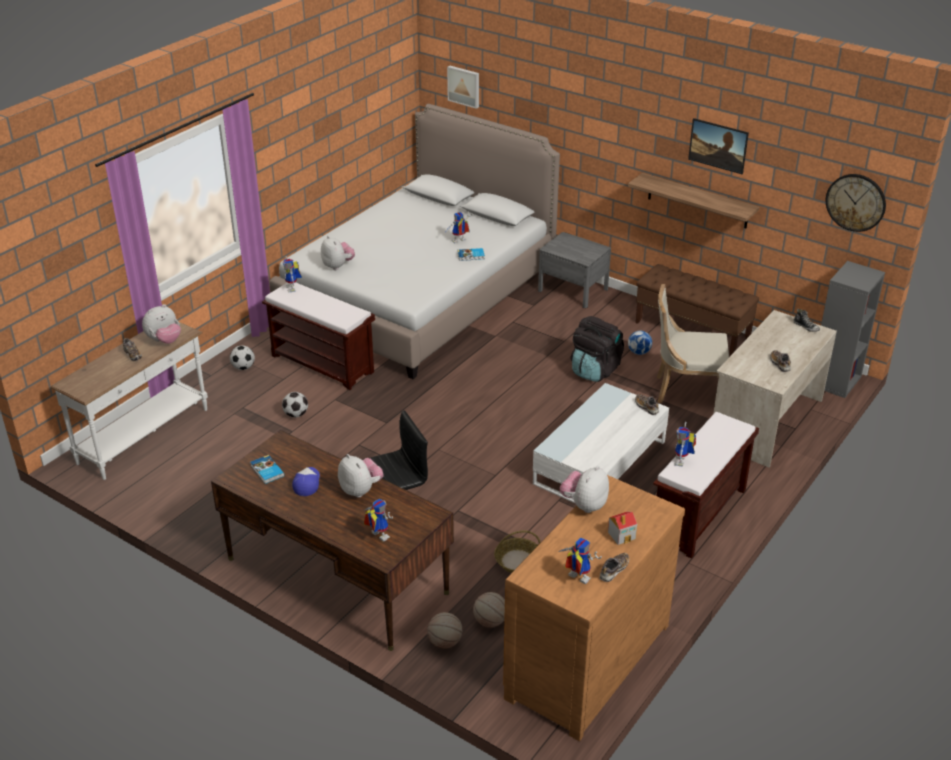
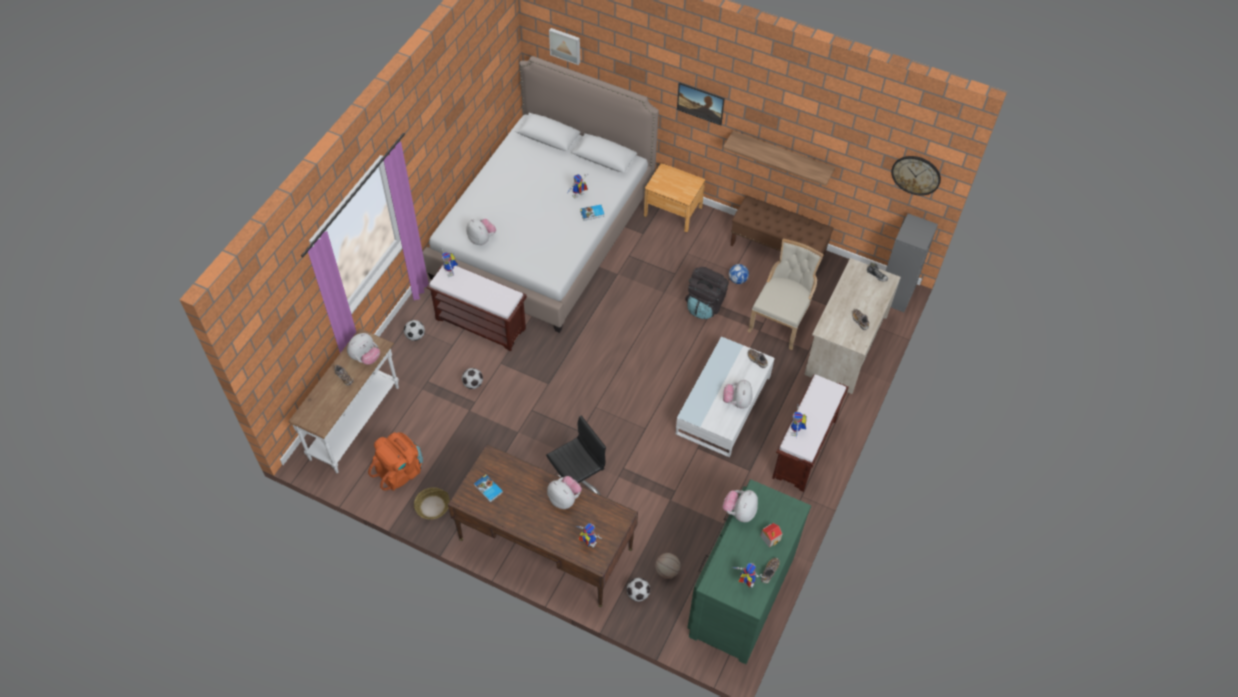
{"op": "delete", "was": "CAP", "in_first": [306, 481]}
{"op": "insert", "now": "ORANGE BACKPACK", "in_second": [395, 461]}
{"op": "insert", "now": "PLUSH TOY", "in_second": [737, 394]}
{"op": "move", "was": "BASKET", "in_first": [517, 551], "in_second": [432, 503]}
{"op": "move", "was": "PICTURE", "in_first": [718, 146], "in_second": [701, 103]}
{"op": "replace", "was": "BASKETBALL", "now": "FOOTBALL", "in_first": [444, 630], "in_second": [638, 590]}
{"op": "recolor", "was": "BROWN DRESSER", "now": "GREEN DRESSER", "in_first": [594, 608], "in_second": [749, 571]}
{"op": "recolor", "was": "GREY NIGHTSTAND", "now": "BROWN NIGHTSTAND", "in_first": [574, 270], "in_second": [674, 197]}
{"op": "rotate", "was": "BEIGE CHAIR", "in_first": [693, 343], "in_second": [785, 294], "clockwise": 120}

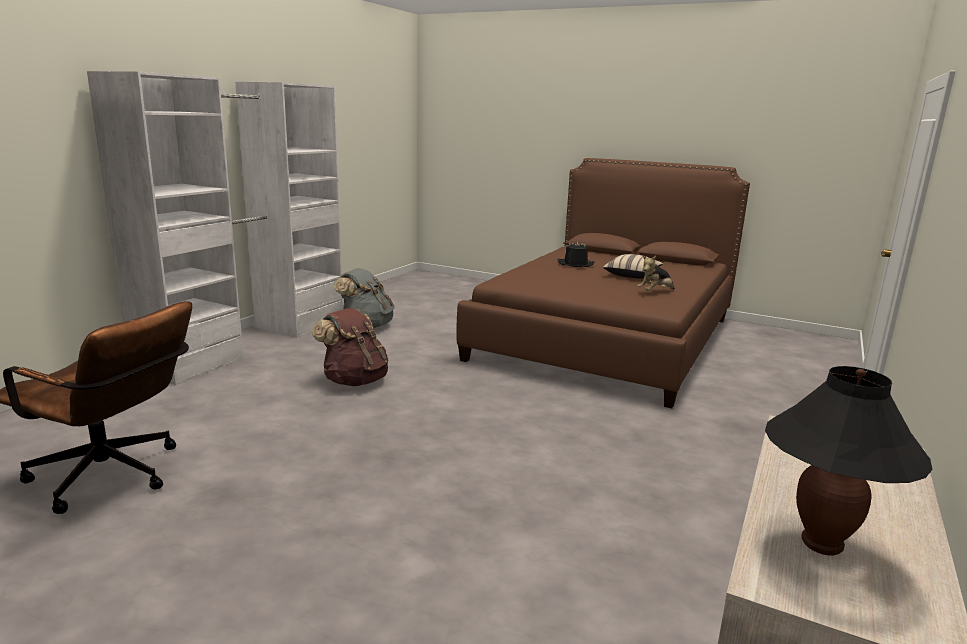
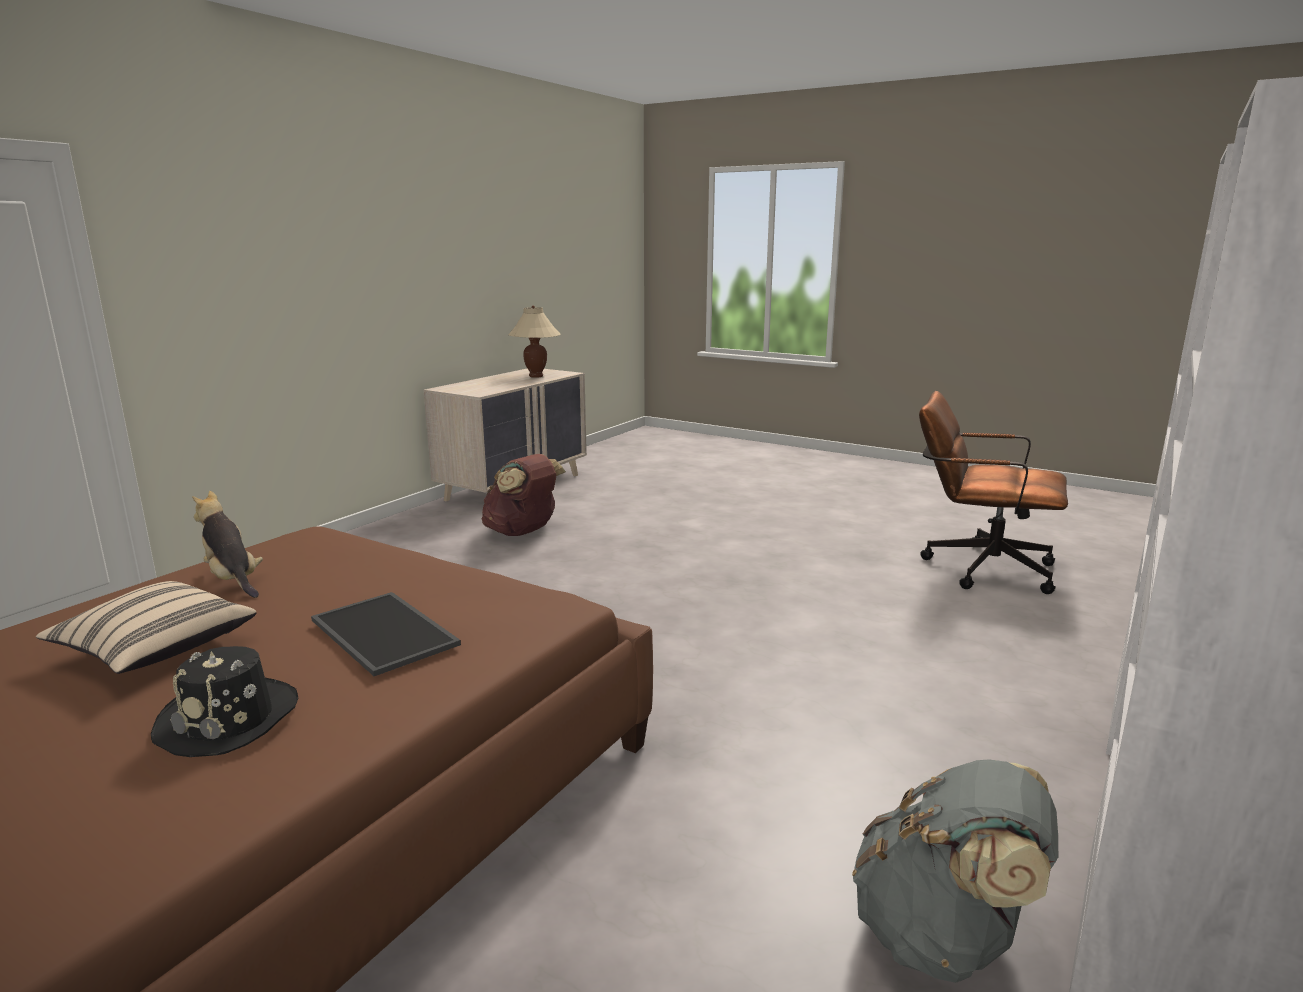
{"op": "insert", "now": "TRAY", "in_second": [386, 634]}
{"op": "move", "was": "BROWN BACKPACK", "in_first": [350, 347], "in_second": [524, 495]}
{"op": "recolor", "was": "BLACK TABLE LAMP", "now": "BEIGE TABLE LAMP", "in_first": [849, 461], "in_second": [534, 341]}
{"op": "rotate", "was": "PLUSH TOY", "in_first": [656, 273], "in_second": [227, 544], "clockwise": -105}

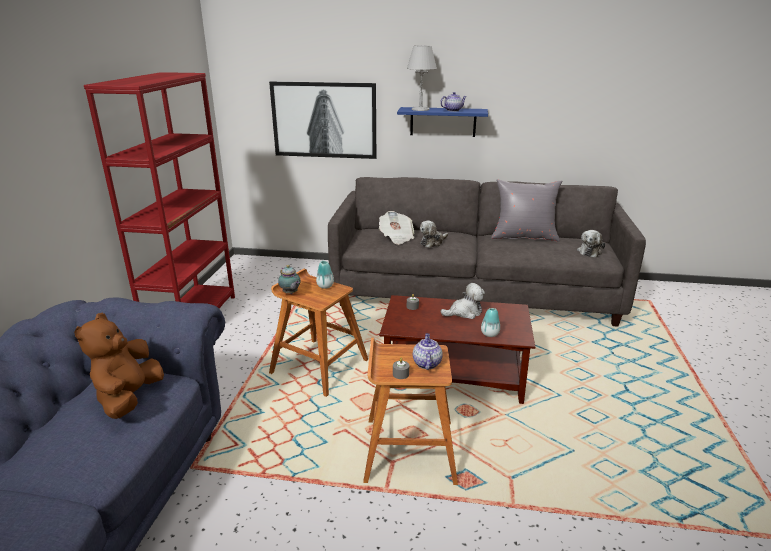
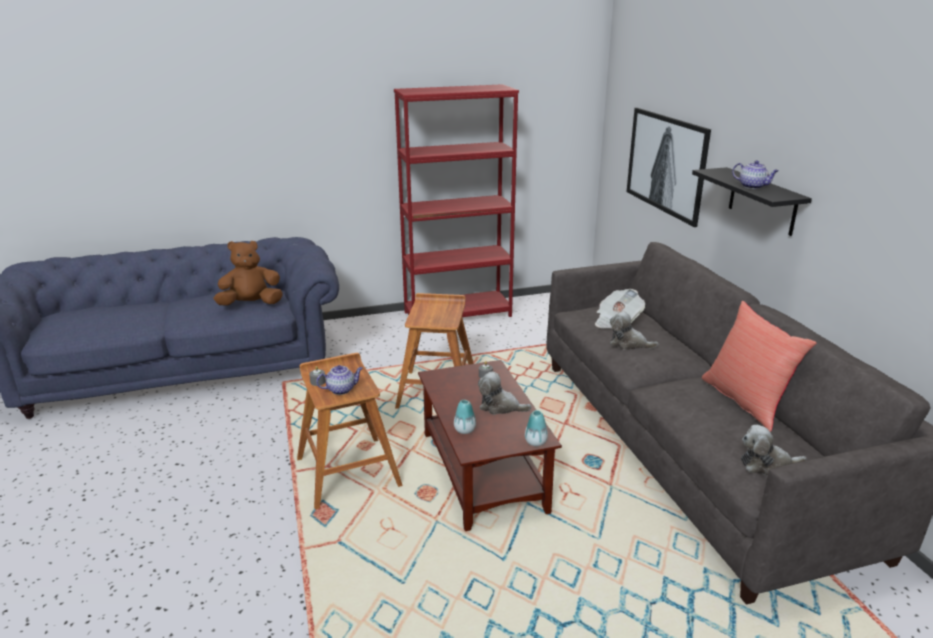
{"op": "delete", "was": "TEAPOT", "in_first": [289, 279]}
{"op": "delete", "was": "GREY TABLE LAMP", "in_first": [422, 78]}
{"op": "move", "was": "VASE", "in_first": [325, 275], "in_second": [536, 428]}
{"op": "recolor", "was": "BLUE SHELF", "now": "BLACK SHELF", "in_first": [442, 122], "in_second": [752, 201]}
{"op": "recolor", "was": "GREY PILLOW", "now": "RED PILLOW", "in_first": [527, 210], "in_second": [759, 366]}
{"op": "rotate", "was": "PLUSH TOY", "in_first": [462, 301], "in_second": [505, 393], "clockwise": 150}

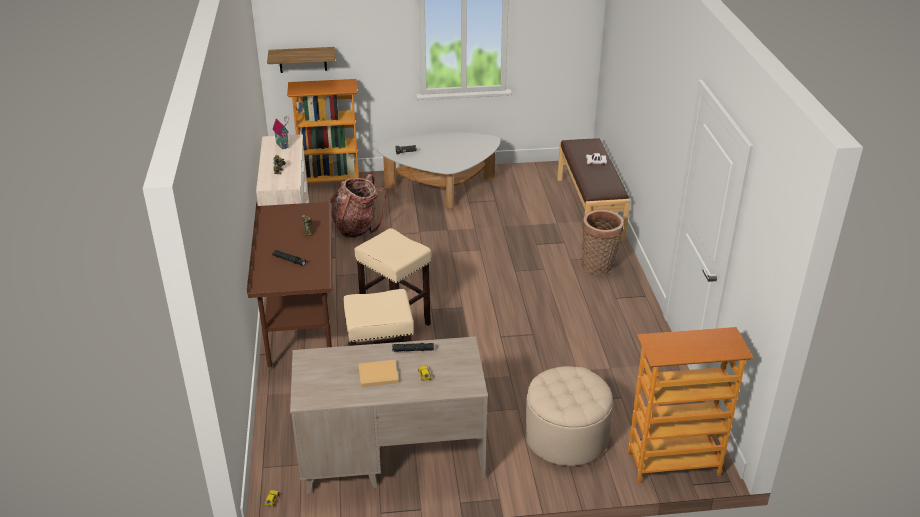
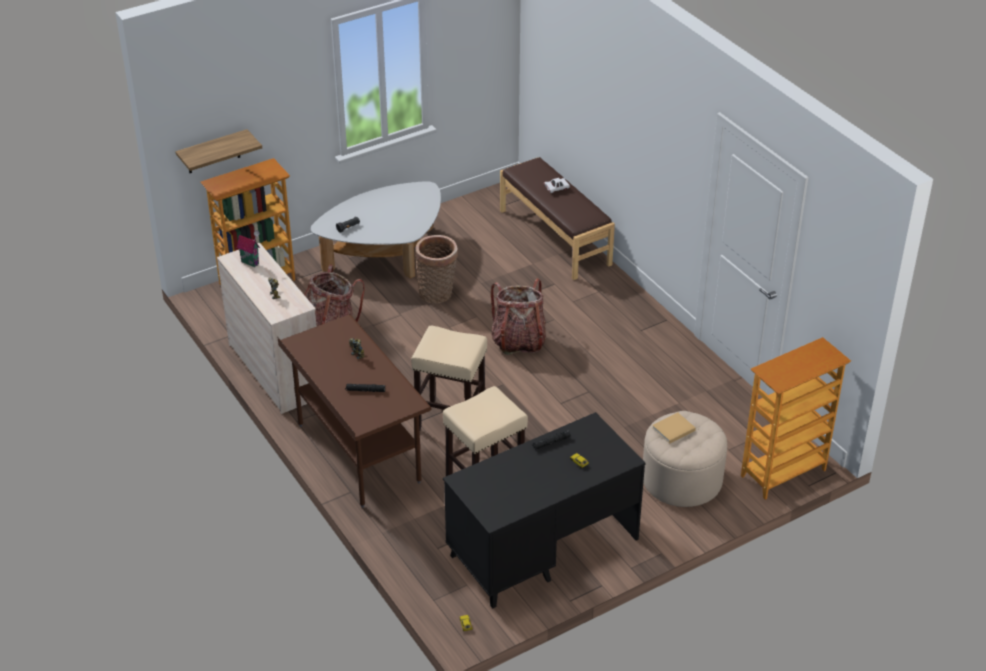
{"op": "insert", "now": "BACKPACK", "in_second": [518, 316]}
{"op": "move", "was": "BEIGE BOOK", "in_first": [378, 373], "in_second": [674, 428]}
{"op": "move", "was": "BASKET", "in_first": [603, 242], "in_second": [436, 269]}
{"op": "recolor", "was": "BEIGE DESK", "now": "BLACK DESK", "in_first": [389, 415], "in_second": [544, 510]}

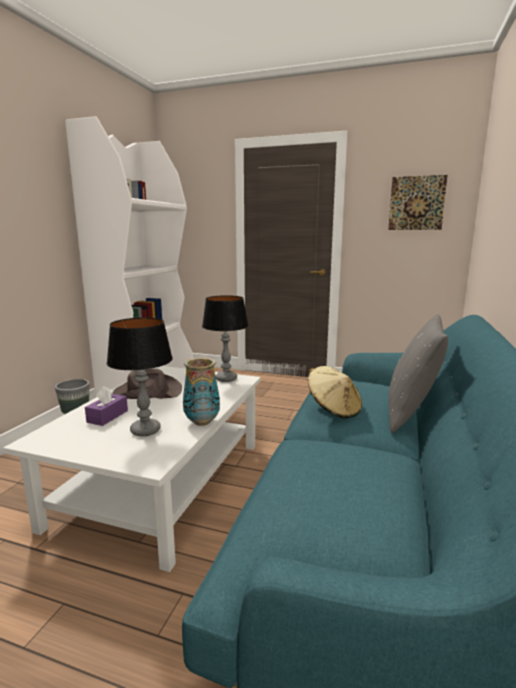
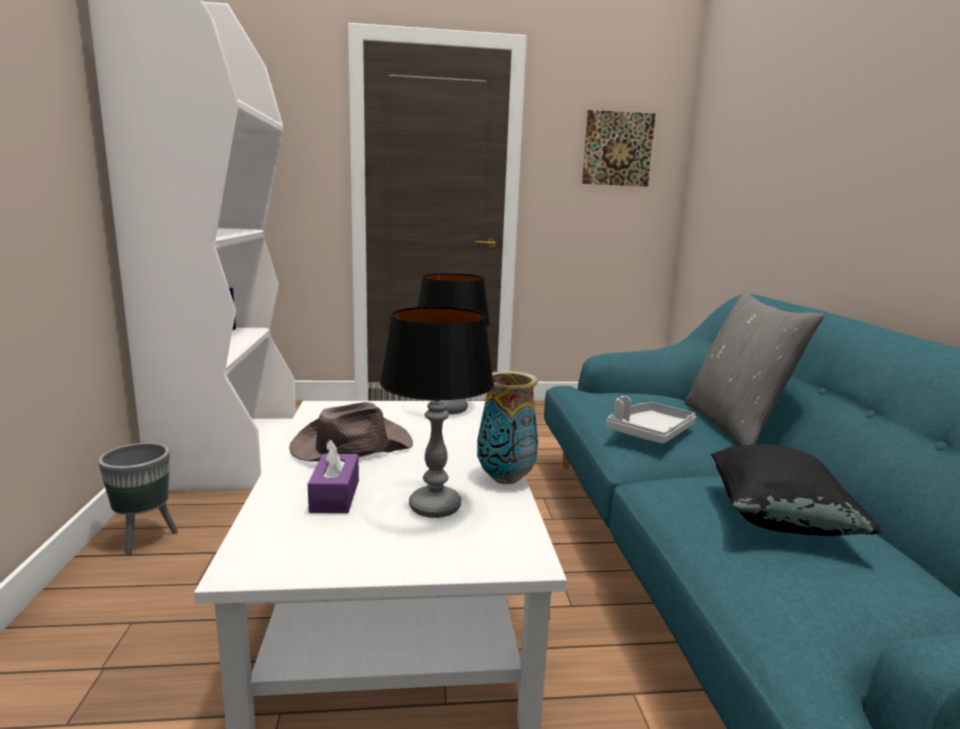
{"op": "insert", "now": "BLACK PILLOW", "in_second": [797, 490]}
{"op": "replace", "was": "BEIGE HAT", "now": "GREY TRAY", "in_first": [335, 392], "in_second": [651, 420]}

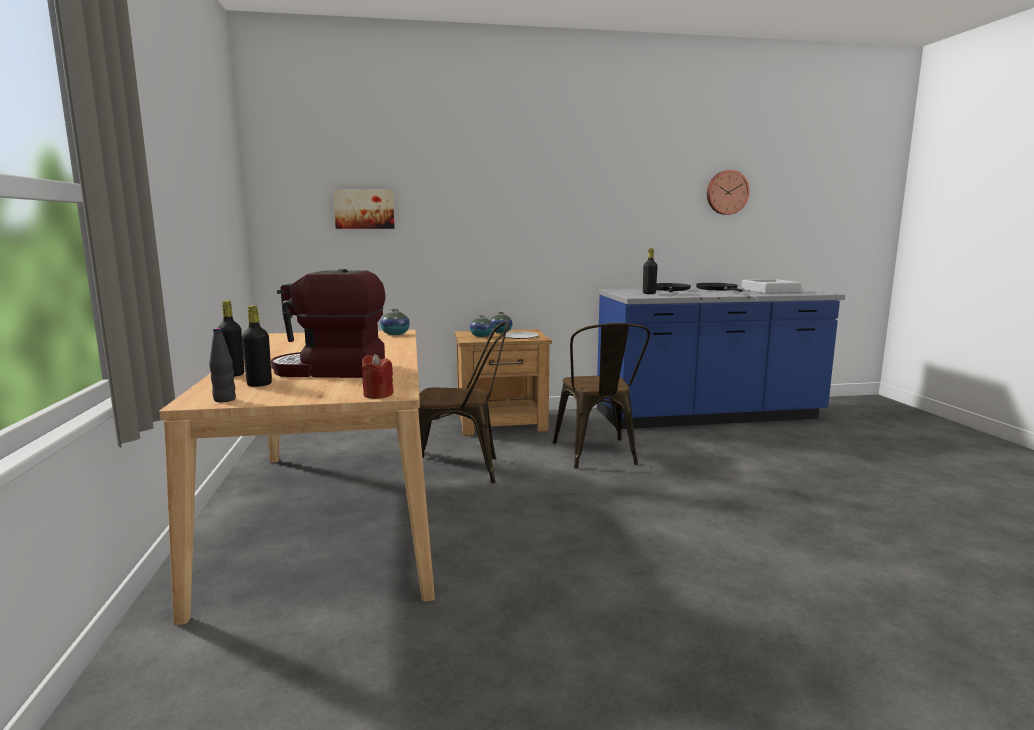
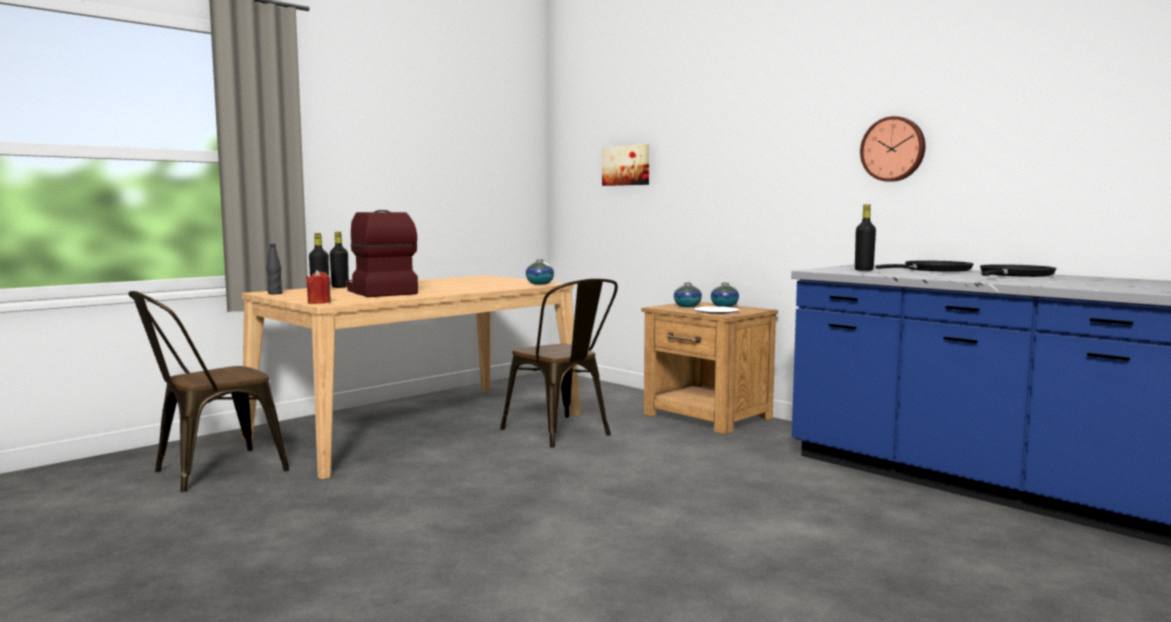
{"op": "delete", "was": "GREY TRAY", "in_first": [771, 286]}
{"op": "move", "was": "BROWN CHAIR", "in_first": [601, 396], "in_second": [208, 391]}
{"op": "move", "was": "WALL CLOCK", "in_first": [728, 192], "in_second": [892, 149]}

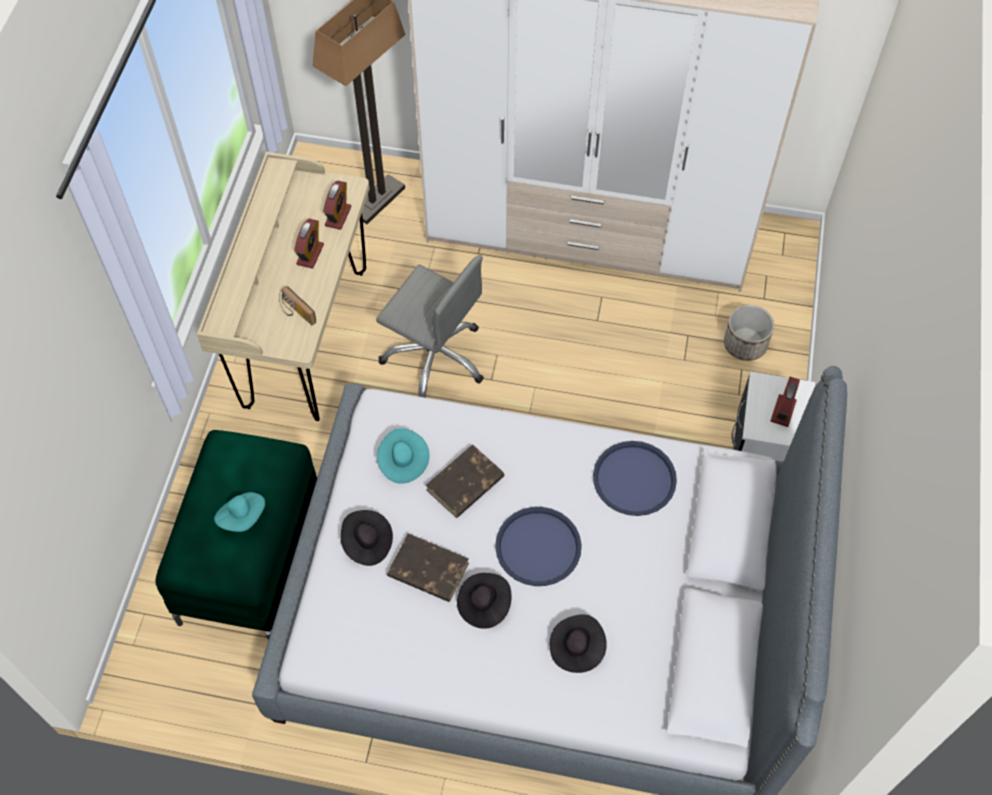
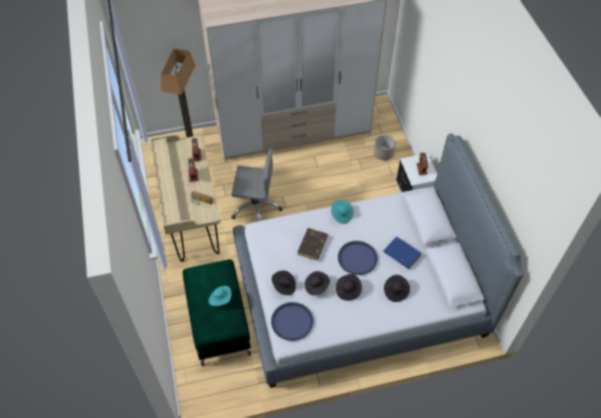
{"op": "insert", "now": "BLUE BOOK", "in_second": [402, 253]}
{"op": "move", "was": "TURQUOISE HAT", "in_first": [403, 456], "in_second": [342, 212]}
{"op": "move", "was": "BLUE TRAY", "in_first": [635, 478], "in_second": [292, 321]}
{"op": "replace", "was": "BROWN BOOK", "now": "BLACK HAT", "in_first": [428, 568], "in_second": [317, 283]}

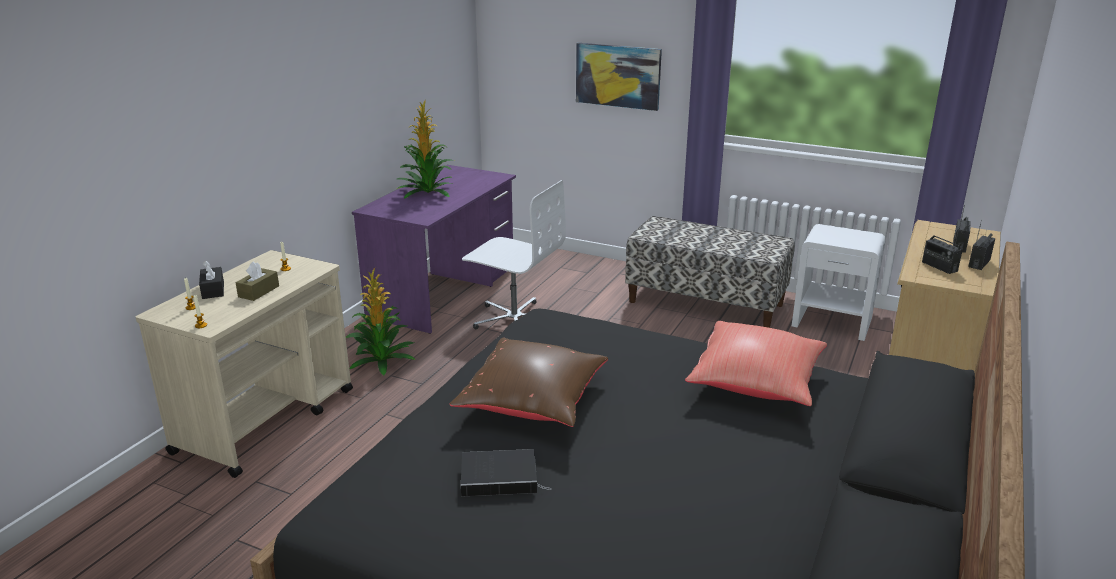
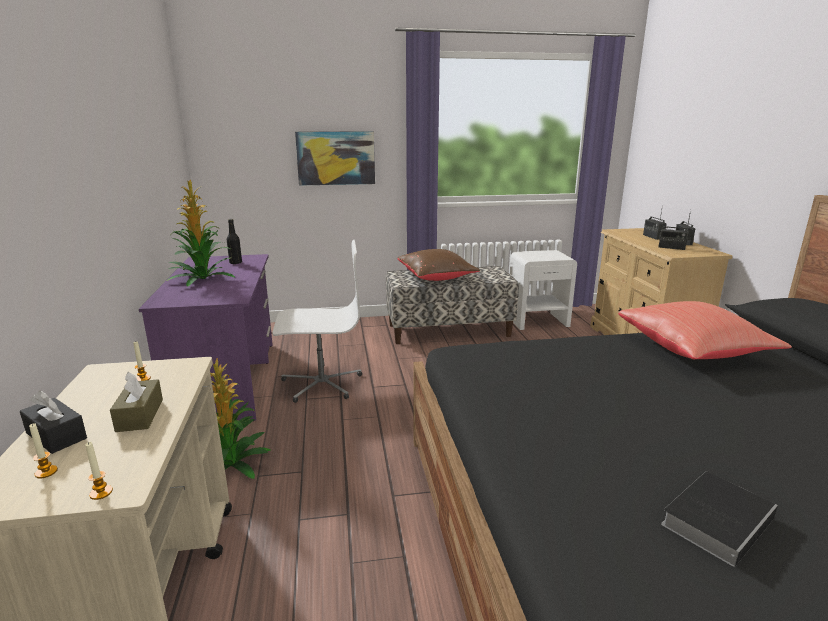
{"op": "insert", "now": "BLACK BOTTLE", "in_second": [234, 241]}
{"op": "move", "was": "BROWN PILLOW", "in_first": [529, 382], "in_second": [438, 265]}

